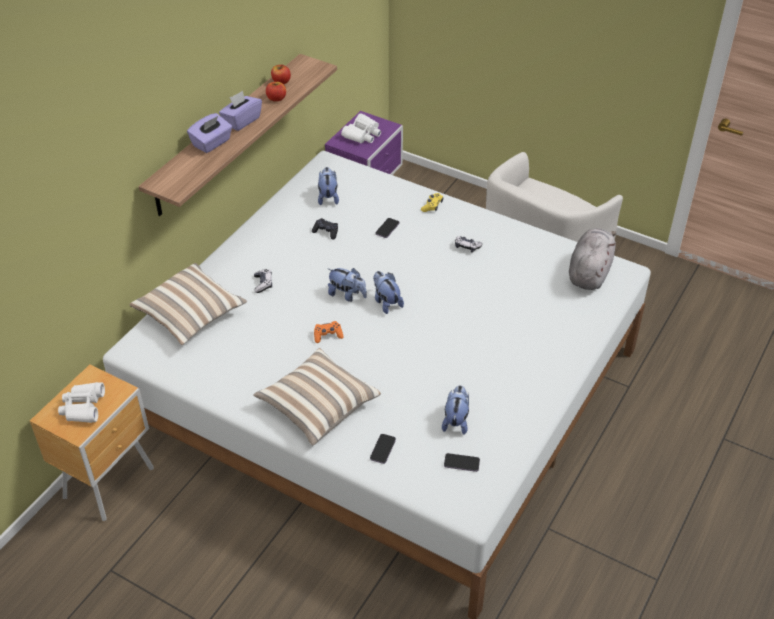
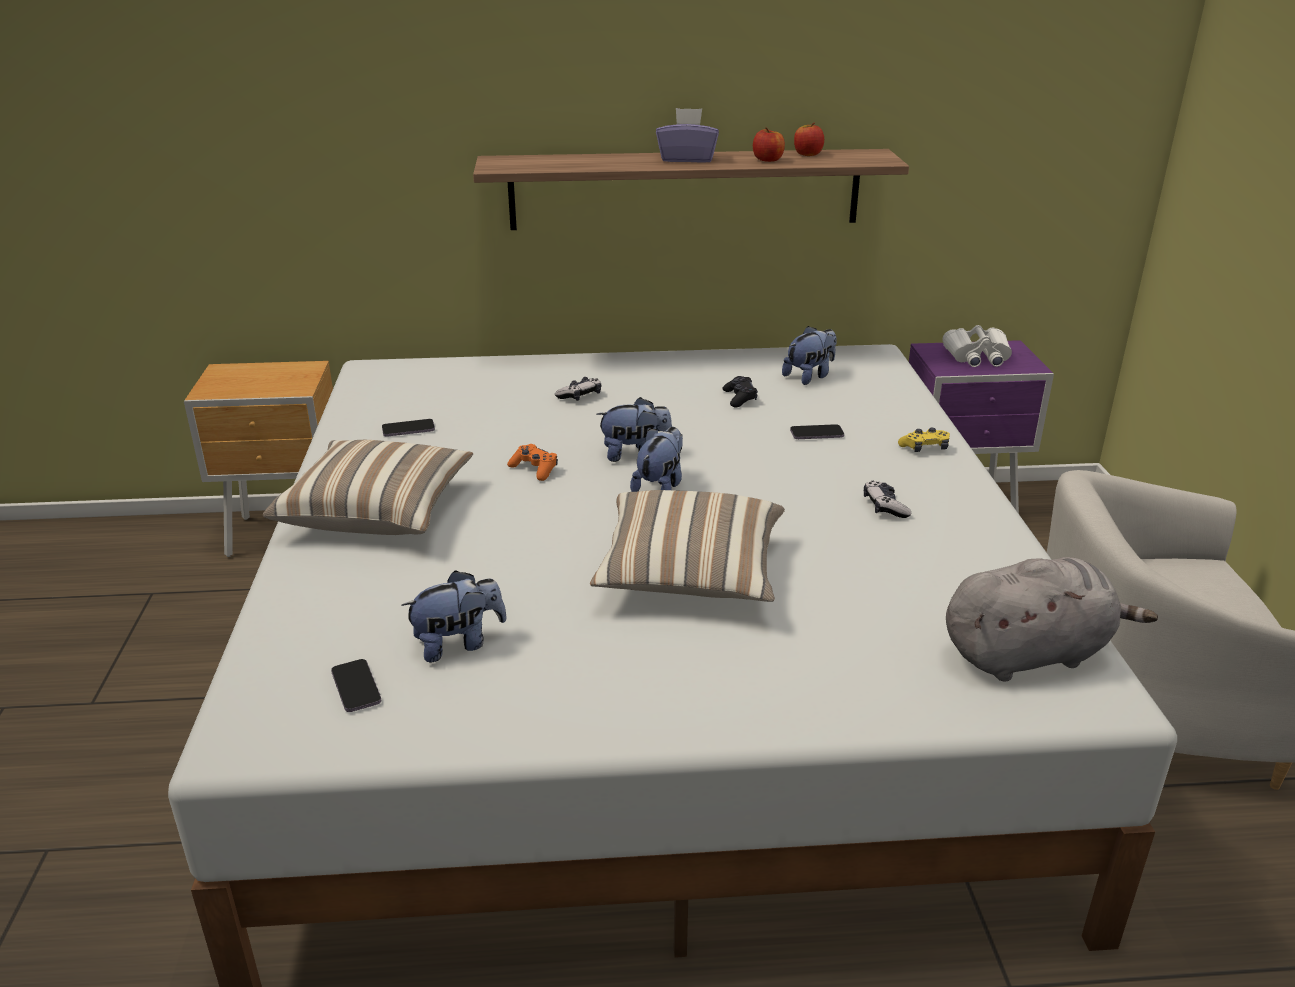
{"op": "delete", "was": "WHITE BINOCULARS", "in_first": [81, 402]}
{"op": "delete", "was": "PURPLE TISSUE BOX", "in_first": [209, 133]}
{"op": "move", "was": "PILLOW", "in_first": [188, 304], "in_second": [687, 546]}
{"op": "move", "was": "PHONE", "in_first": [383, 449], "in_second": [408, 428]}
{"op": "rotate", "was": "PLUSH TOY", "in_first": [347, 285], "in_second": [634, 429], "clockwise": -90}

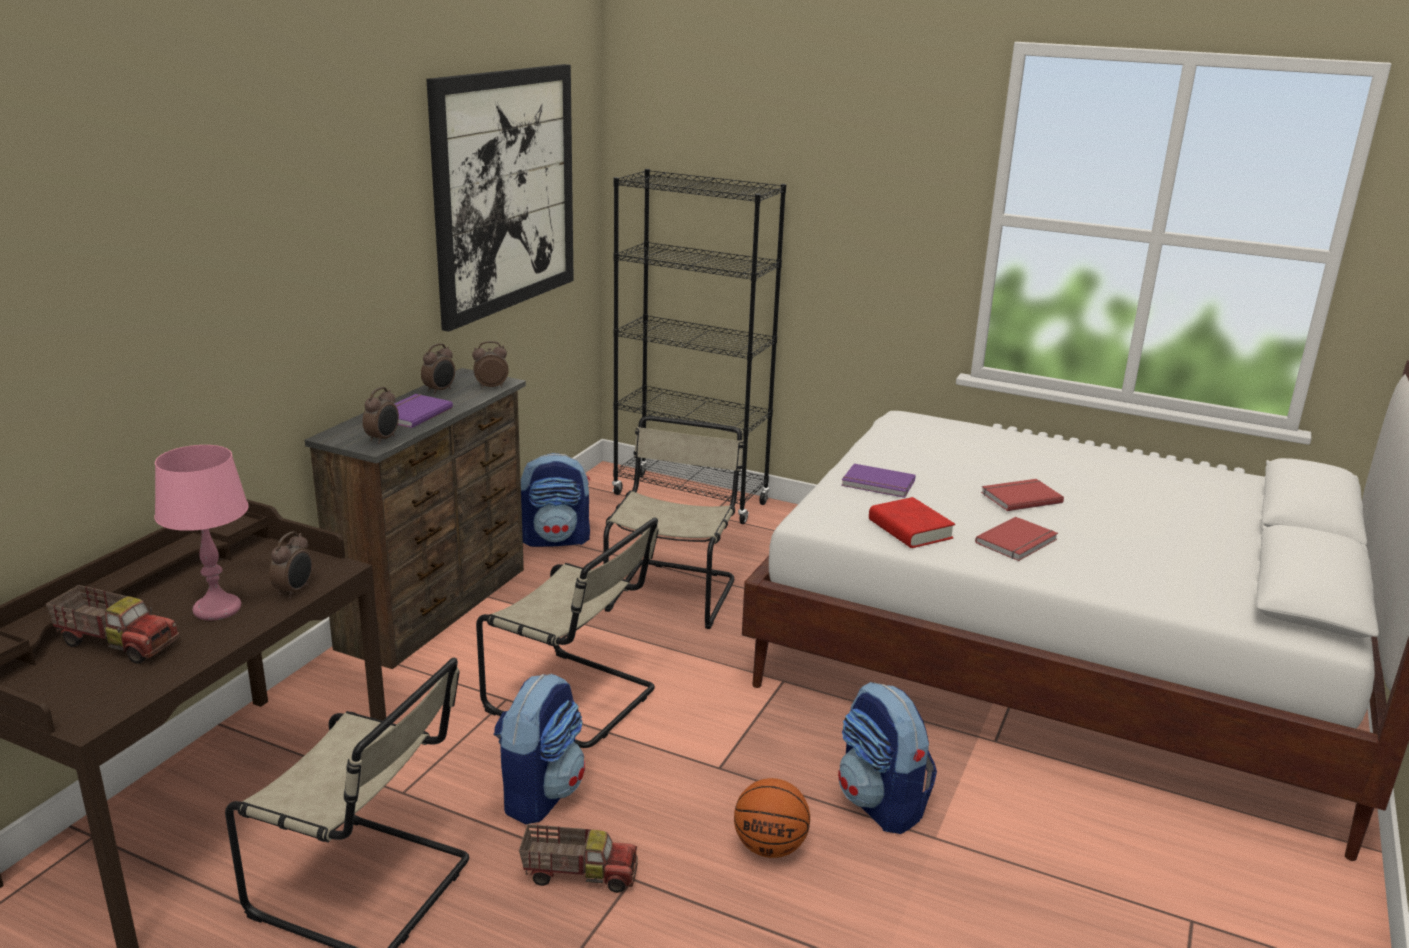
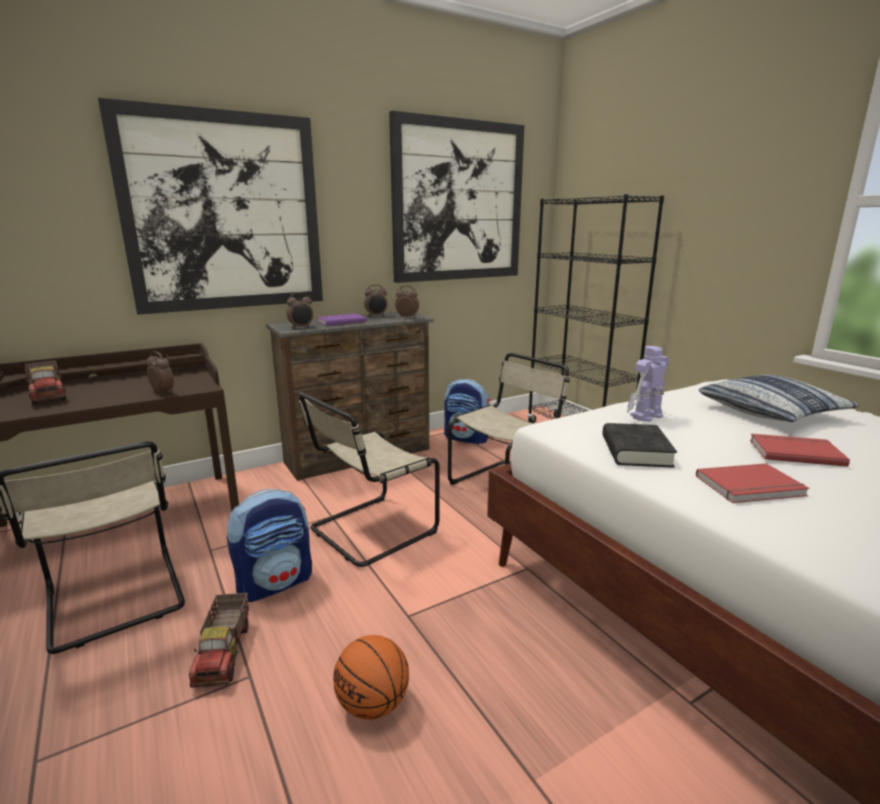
{"op": "delete", "was": "PINK TABLE LAMP", "in_first": [202, 532]}
{"op": "delete", "was": "BACKPACK", "in_first": [887, 758]}
{"op": "insert", "now": "PICTURE", "in_second": [210, 206]}
{"op": "insert", "now": "PILLOW", "in_second": [779, 398]}
{"op": "replace", "was": "PURPLE BOOK", "now": "TOY ROBOT", "in_first": [878, 481], "in_second": [648, 384]}
{"op": "recolor", "was": "RED BOOK", "now": "BLACK BOOK", "in_first": [912, 522], "in_second": [640, 445]}
{"op": "rotate", "was": "ALARM CLOCK", "in_first": [290, 565], "in_second": [160, 373], "clockwise": -105}
{"op": "rotate", "was": "BEIGE CHAIR", "in_first": [567, 632], "in_second": [369, 479], "clockwise": 75}
{"op": "rotate", "was": "TOY TRUCK", "in_first": [578, 858], "in_second": [219, 640], "clockwise": 45}

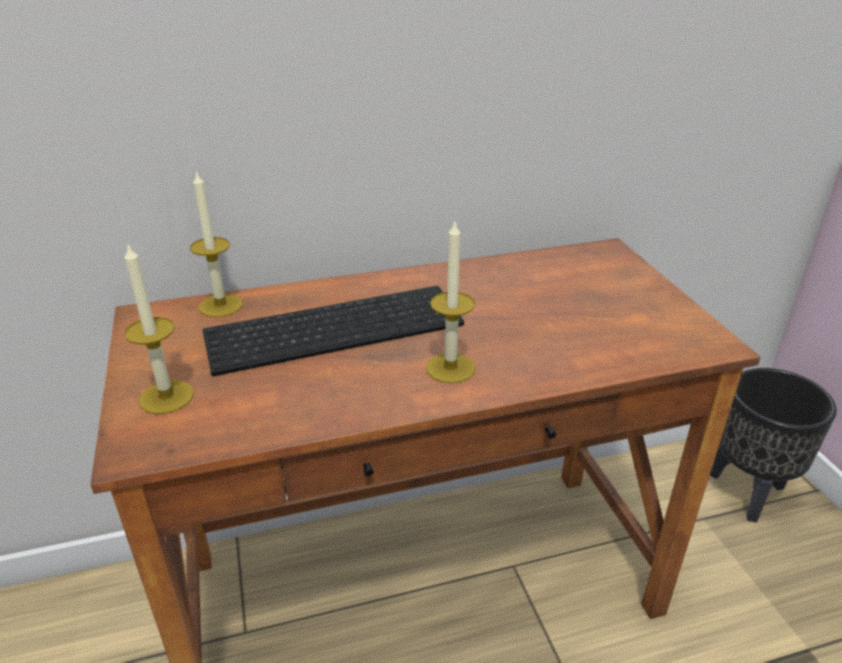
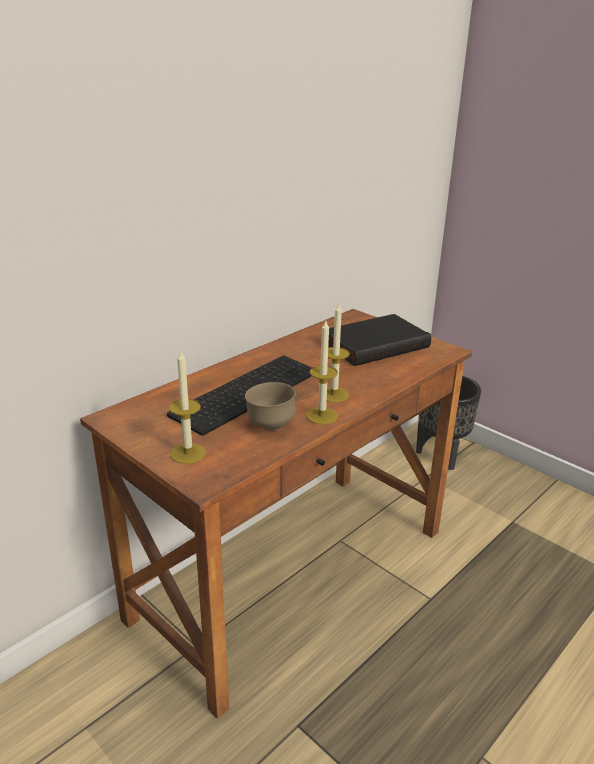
{"op": "insert", "now": "BROWN BOWL", "in_second": [270, 406]}
{"op": "insert", "now": "BLACK BOOK", "in_second": [379, 340]}
{"op": "move", "was": "CANDLE", "in_first": [216, 244], "in_second": [322, 372]}

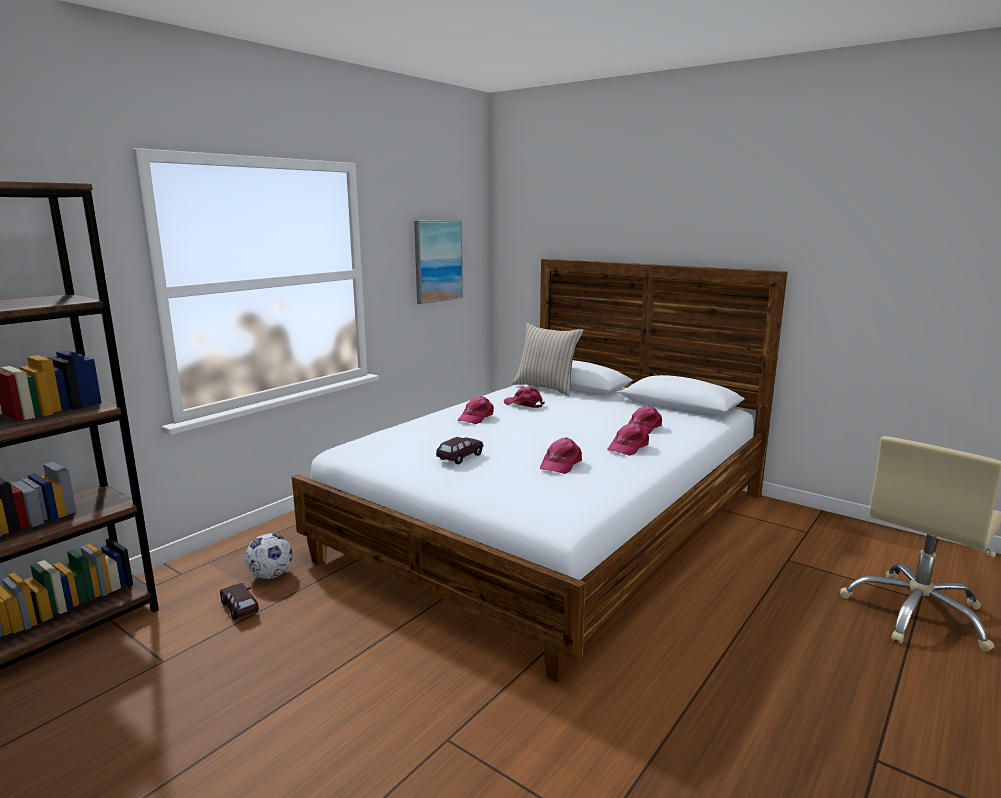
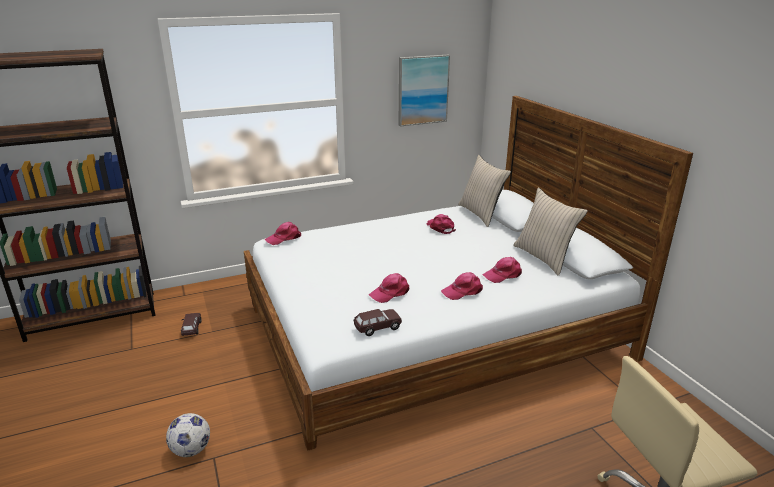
{"op": "insert", "now": "BEIGE PILLOW", "in_second": [550, 232]}
{"op": "move", "was": "FOOTBALL", "in_first": [268, 556], "in_second": [188, 435]}
{"op": "move", "was": "BROWN TOY CAR", "in_first": [459, 450], "in_second": [378, 322]}
{"op": "move", "was": "PINK CAP", "in_first": [476, 410], "in_second": [283, 233]}

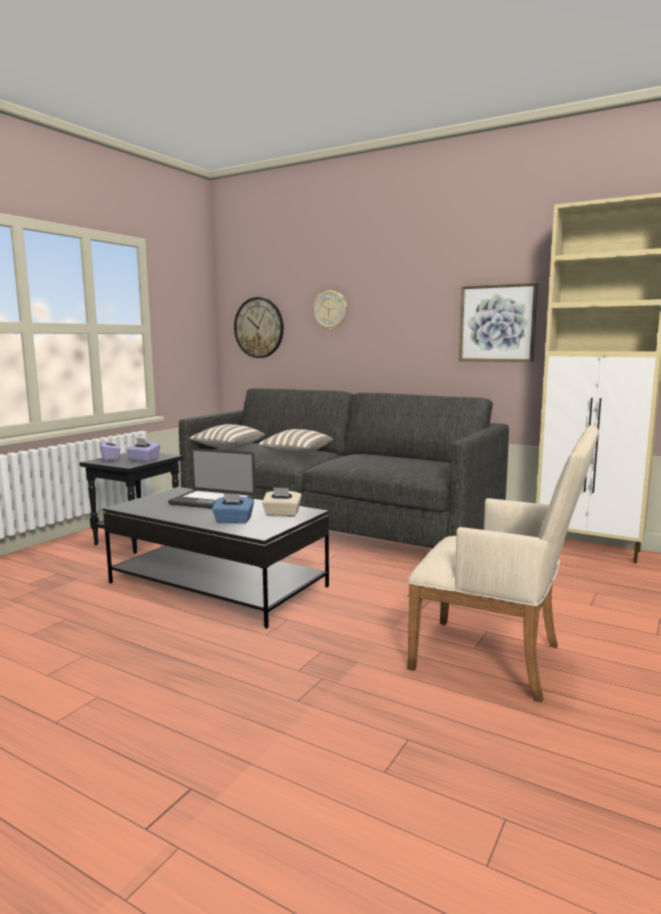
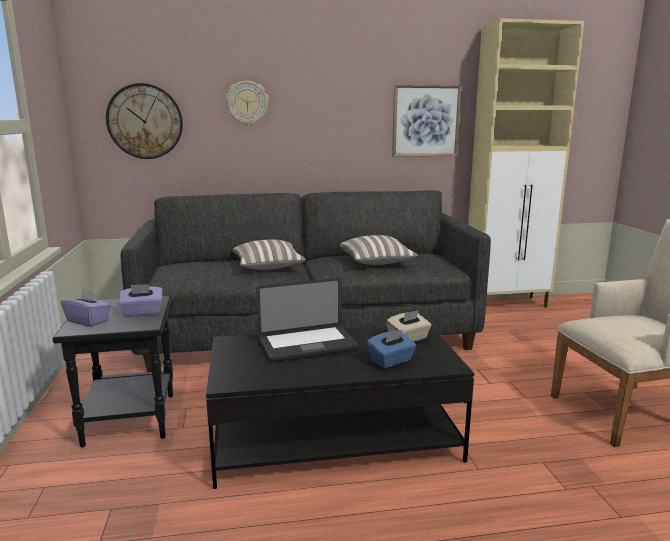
{"op": "move", "was": "PILLOW", "in_first": [227, 436], "in_second": [379, 250]}

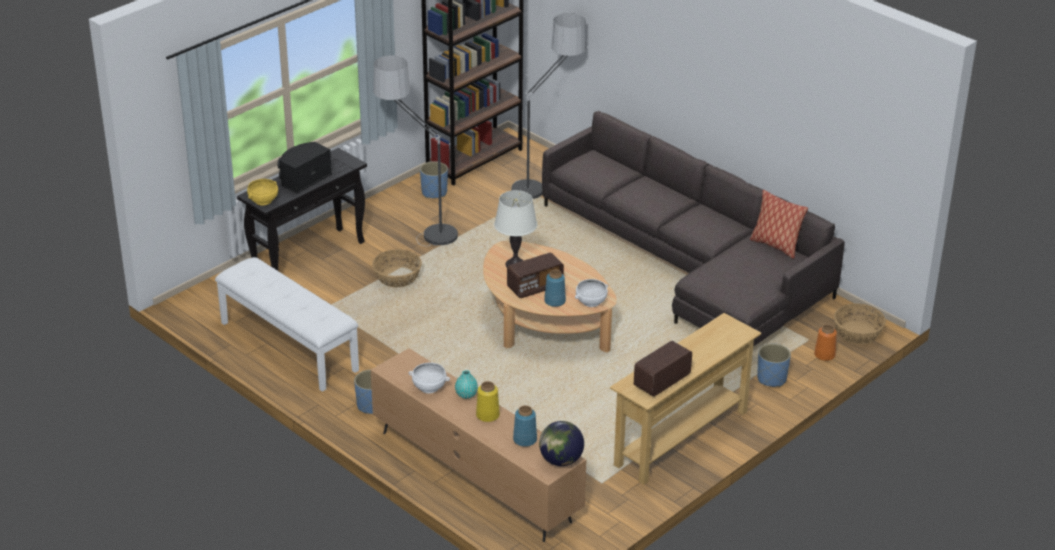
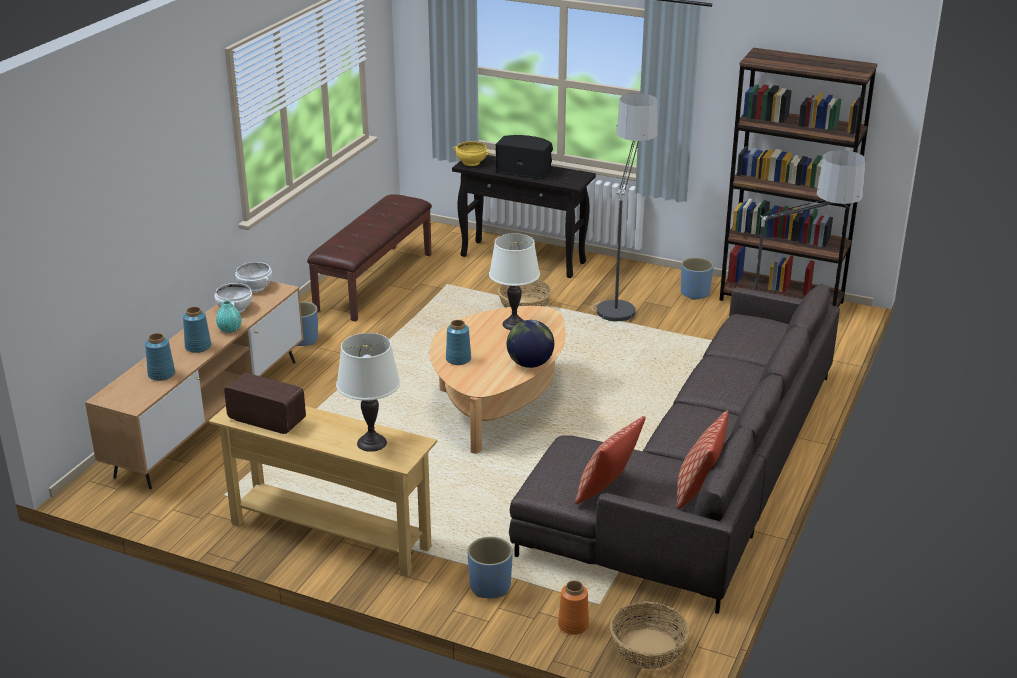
{"op": "delete", "was": "RADIO", "in_first": [535, 275]}
{"op": "insert", "now": "WHITE TABLE LAMP", "in_second": [368, 392]}
{"op": "insert", "now": "PILLOW", "in_second": [610, 460]}
{"op": "move", "was": "GLOBE", "in_first": [561, 443], "in_second": [530, 344]}
{"op": "move", "was": "WHITE BOWL", "in_first": [591, 293], "in_second": [253, 277]}
{"op": "recolor", "was": "WHITE BENCH", "now": "BROWN BENCH", "in_first": [287, 324], "in_second": [369, 258]}
{"op": "recolor", "was": "YELLOW VASE", "now": "BLUE VASE", "in_first": [488, 401], "in_second": [197, 329]}

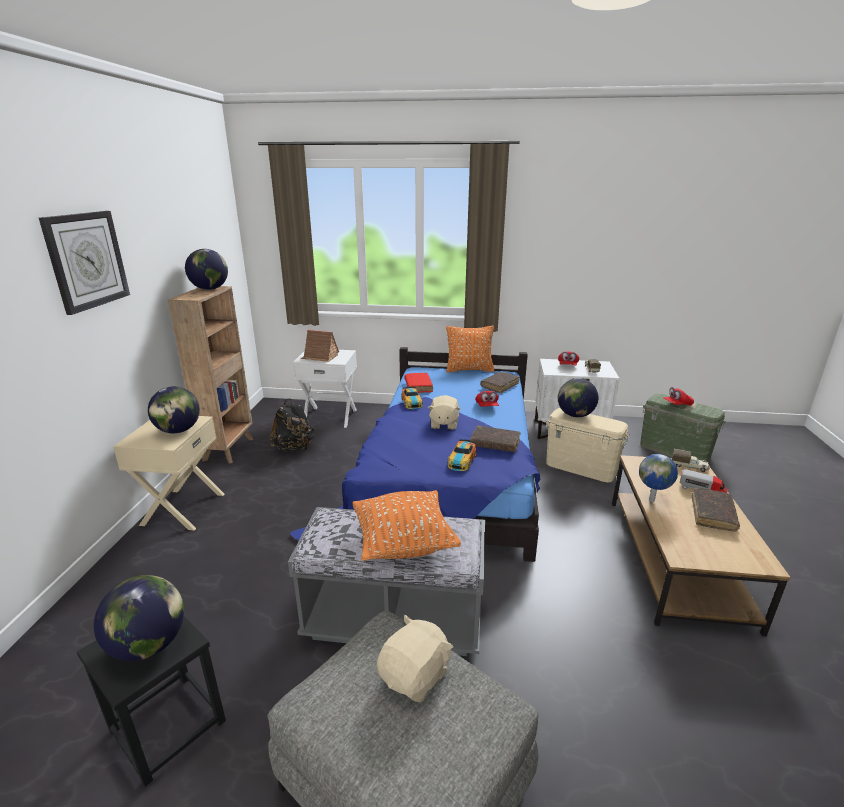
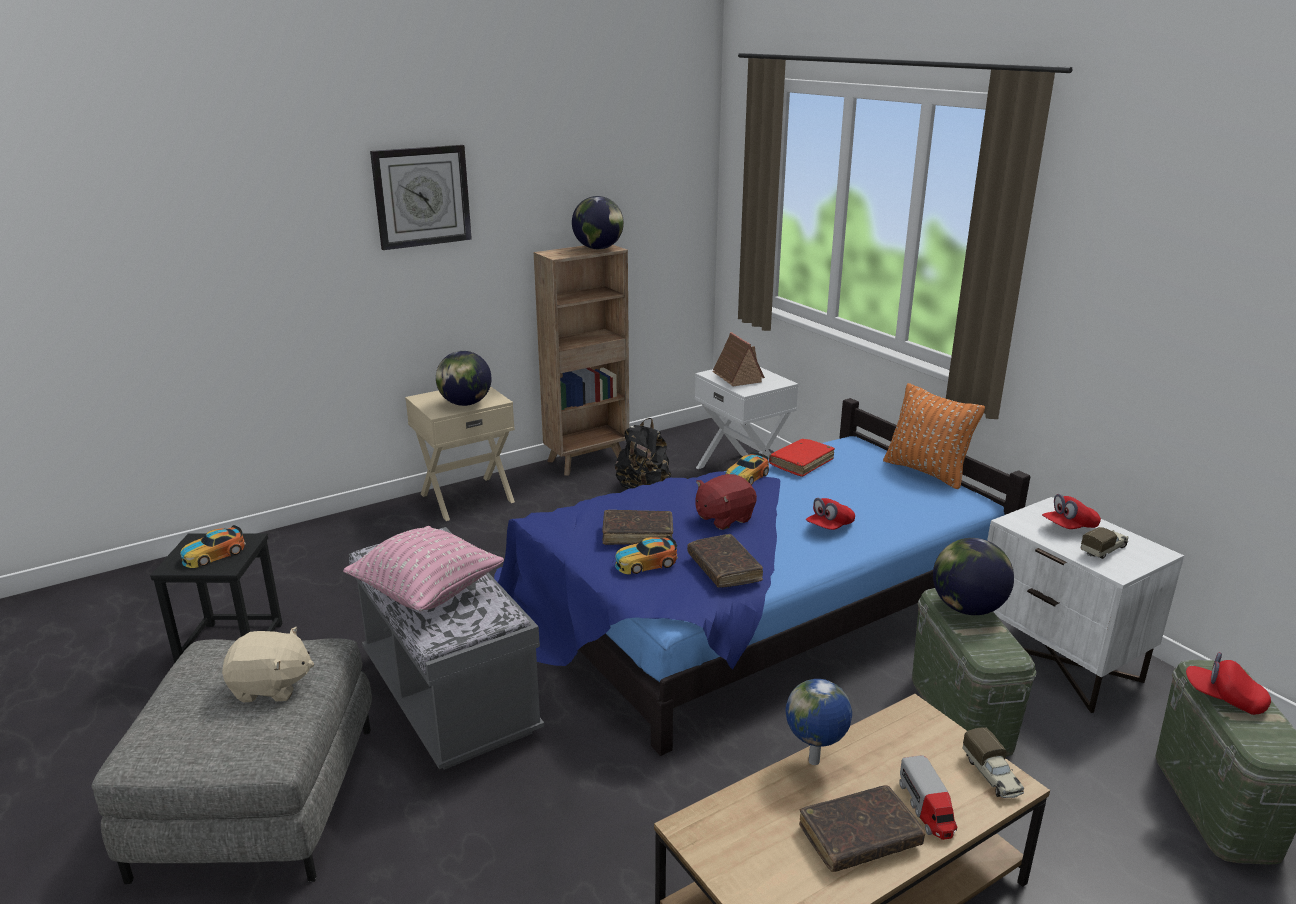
{"op": "move", "was": "BROWN BOOK", "in_first": [500, 382], "in_second": [637, 527]}
{"op": "replace", "was": "GLOBE", "now": "TOY CAR", "in_first": [139, 618], "in_second": [213, 546]}
{"op": "recolor", "was": "ORANGE PILLOW", "now": "PINK PILLOW", "in_first": [406, 525], "in_second": [423, 569]}
{"op": "recolor", "was": "BEIGE PLUSH TOY", "now": "RED PLUSH TOY", "in_first": [444, 412], "in_second": [726, 502]}
{"op": "recolor", "was": "BEIGE STORAGE BOX", "now": "GREEN STORAGE BOX", "in_first": [587, 445], "in_second": [974, 672]}

